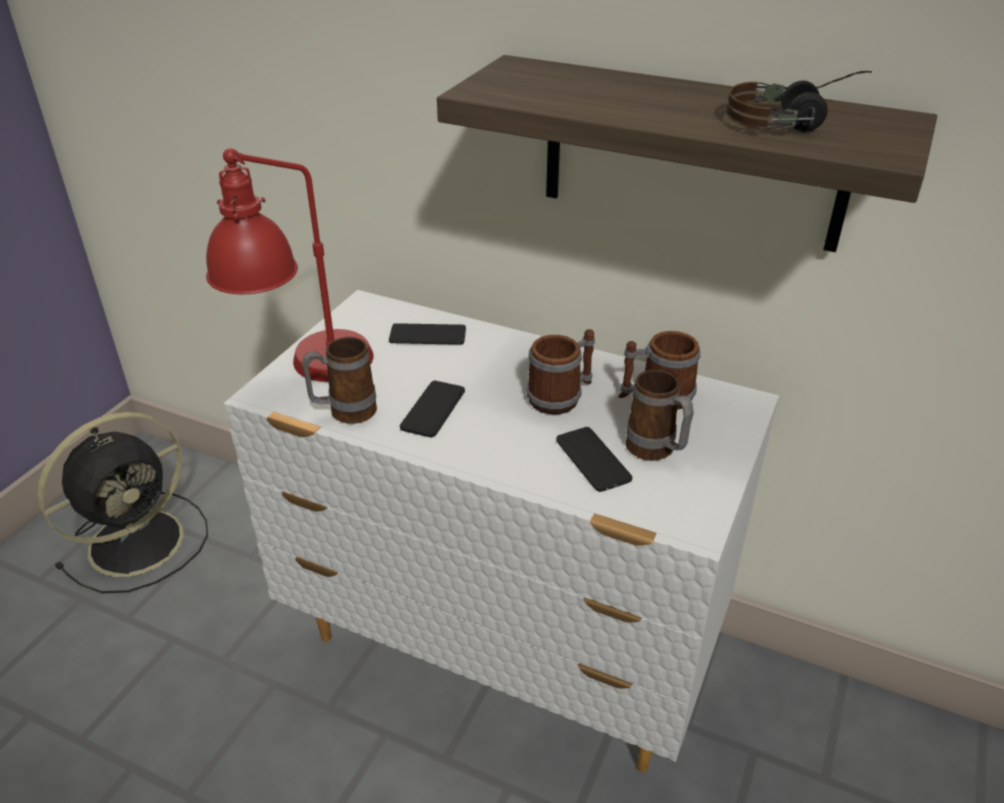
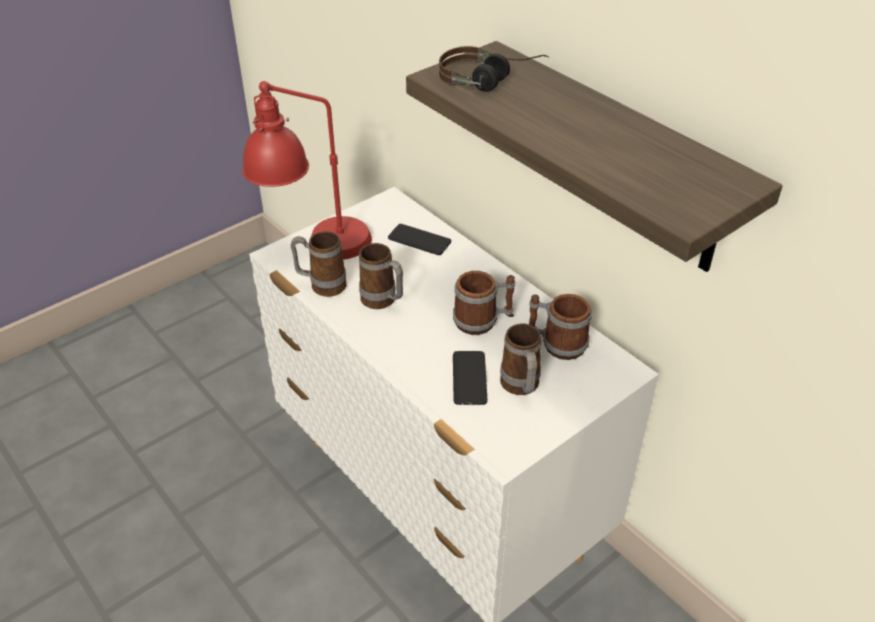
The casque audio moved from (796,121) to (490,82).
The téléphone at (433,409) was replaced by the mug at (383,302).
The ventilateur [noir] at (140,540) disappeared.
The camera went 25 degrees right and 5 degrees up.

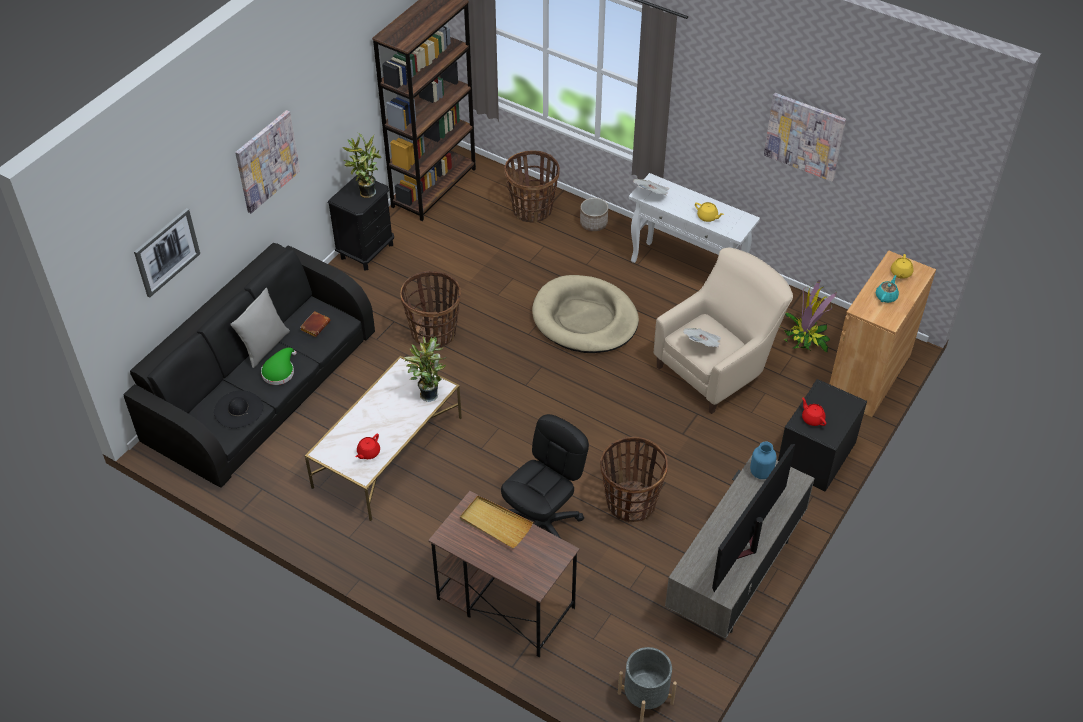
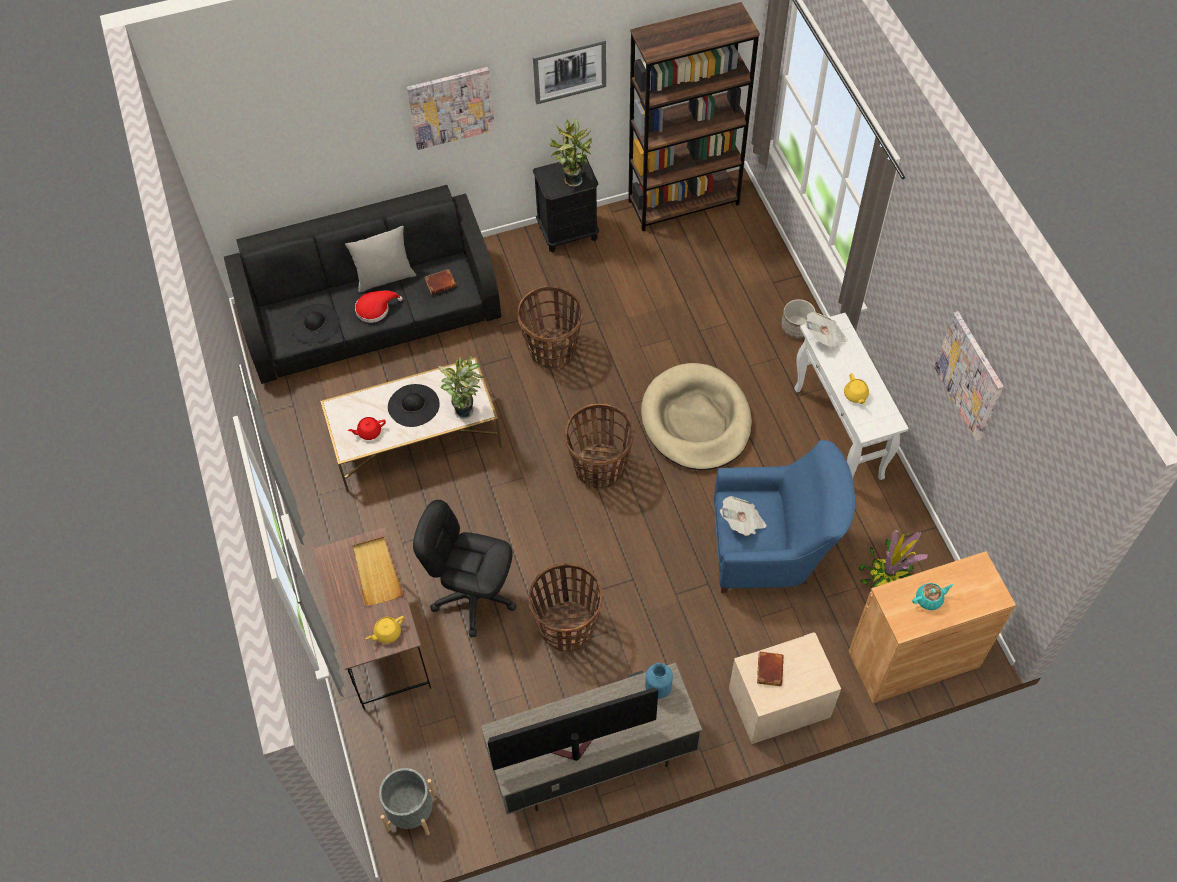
The panier moved from (532,209) to (600,468).
The tableau moved from (166,252) to (569,70).
The fauteuil [beige] at (718,367) became the fauteuil [bleu] at (772,551).
The théière [jaune] moved from (900,273) to (387,633).
The chapeau [vert] at (279,371) became the chapeau [rouge] at (375,309).
The table de chevet [noir] at (816,455) became the table de chevet [beige] at (778,702).
The théière [rouge] at (812,418) was replaced by the livre [marron] at (768,669).
The chaise de bureau [noir] at (543,527) turned 150 degrees counterclockwise.
The chapeau [noir] at (413,405) appeared.
The camera went 40 degrees right and 10 degrees up.

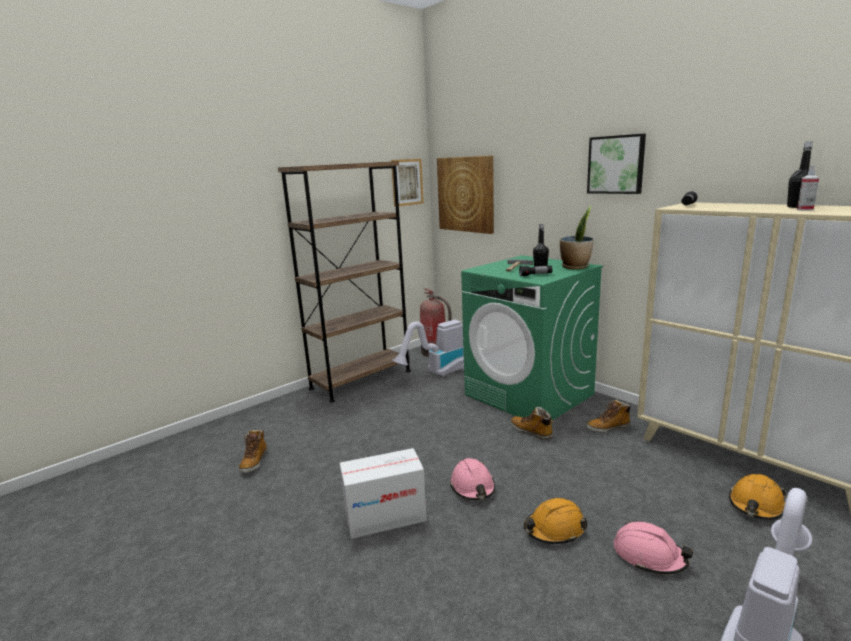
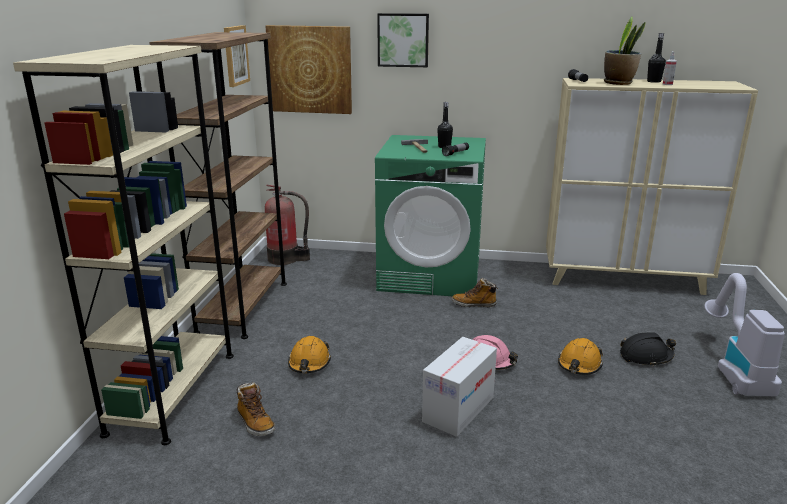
The tableau moved from (616,164) to (403,40).
The plante en pot moved from (575,267) to (618,83).
The aspirateur at (436,374) disappeared.
The botte at (608,428) disappeared.
The casque de chantier [orange] moved from (756,505) to (309,363).
The casque de chantier [rose] at (649,556) became the casque de chantier [noir] at (646,356).
The bibliothèque [beige] at (173,392) appeared.
The camera went 40 degrees left and 5 degrees up.

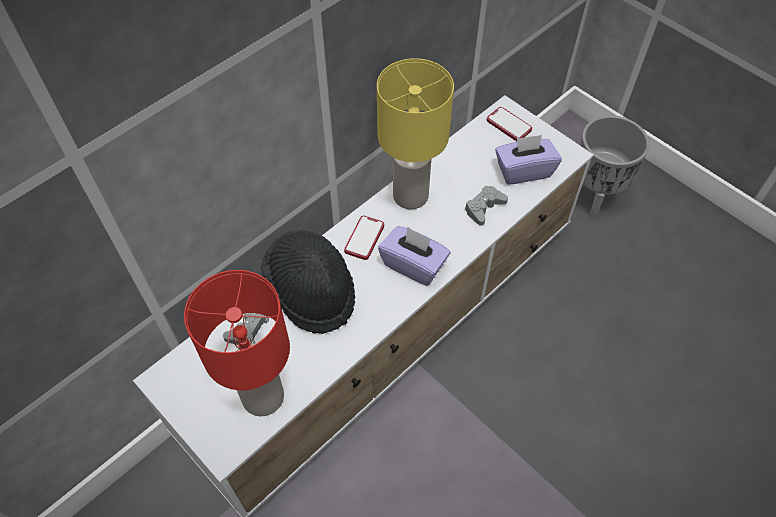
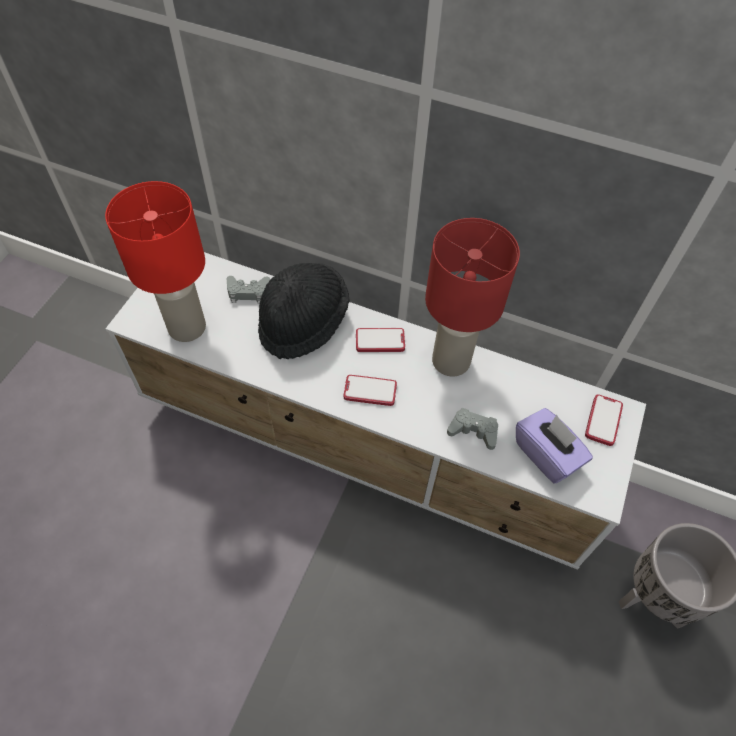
The lampe de table [jaune] at (409,196) became the lampe de table [rouge] at (450,360).
The boîte à mouchoirs [violet] at (414,265) was replaced by the téléphone at (370,391).
The camera went 65 degrees right and 0 degrees up.

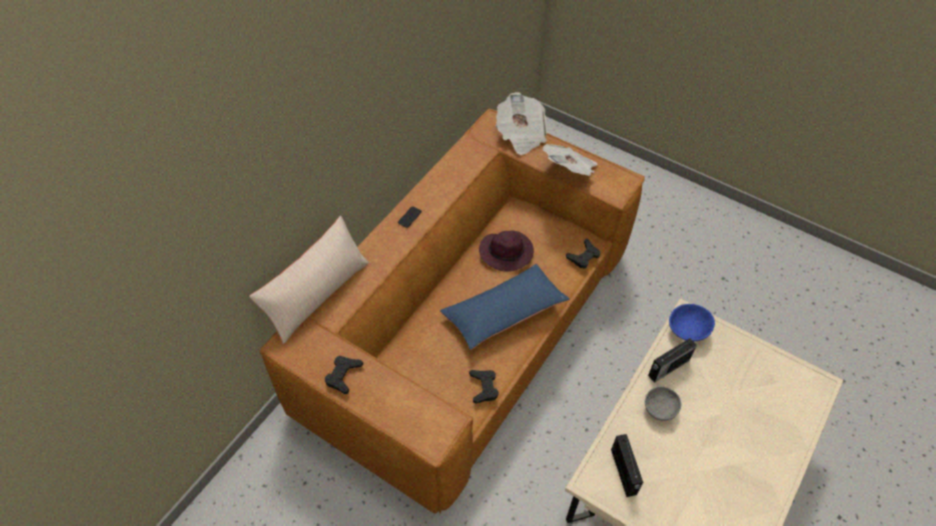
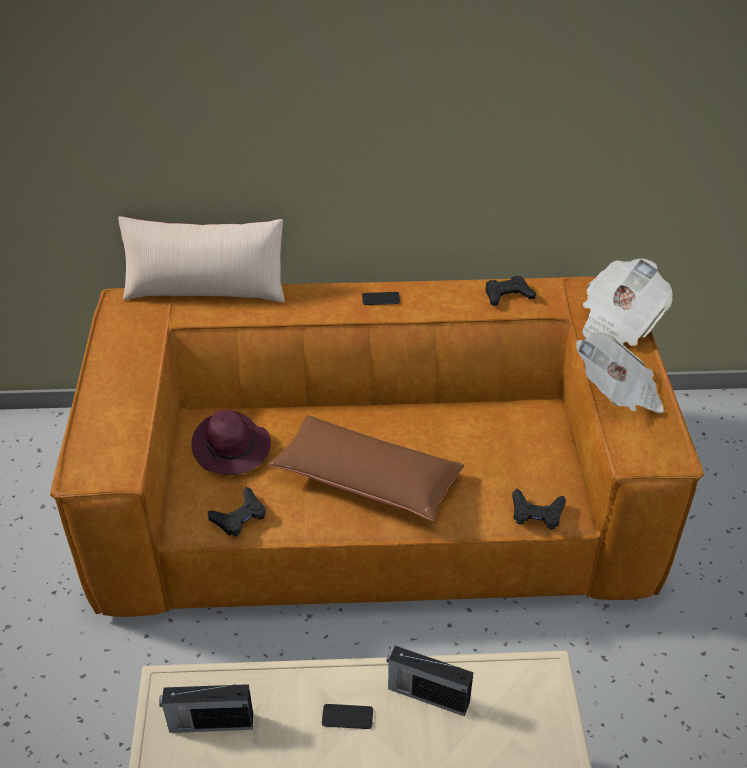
The chapeau [violet] moved from (507,252) to (232,448).
The coussin [bleu] at (504,312) became the coussin [marron] at (367,479).
The bol [bleu] at (688,330) disappeared.
The manette [noir] moved from (343,375) to (508,295).
The bol [gris] at (659,409) was replaced by the téléphone at (347,717).
The radio at (623,473) turned 45 degrees clockwise.
The camera went 55 degrees right and 10 degrees down.

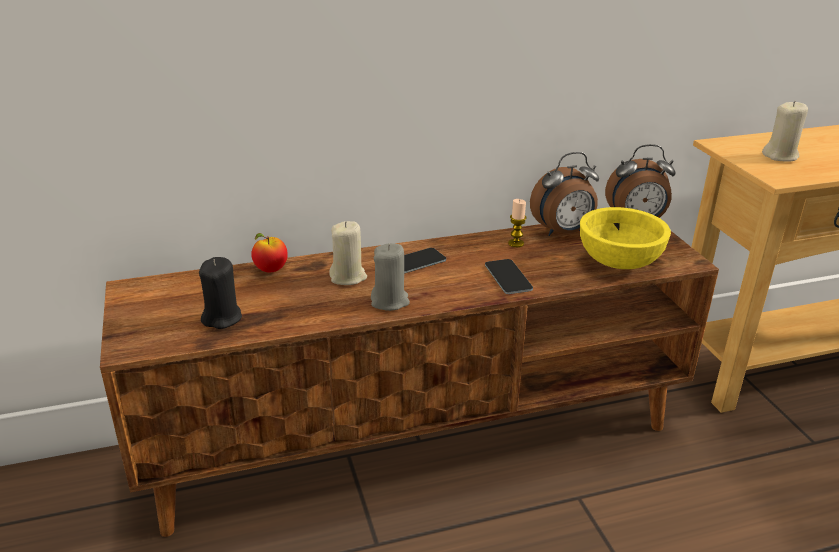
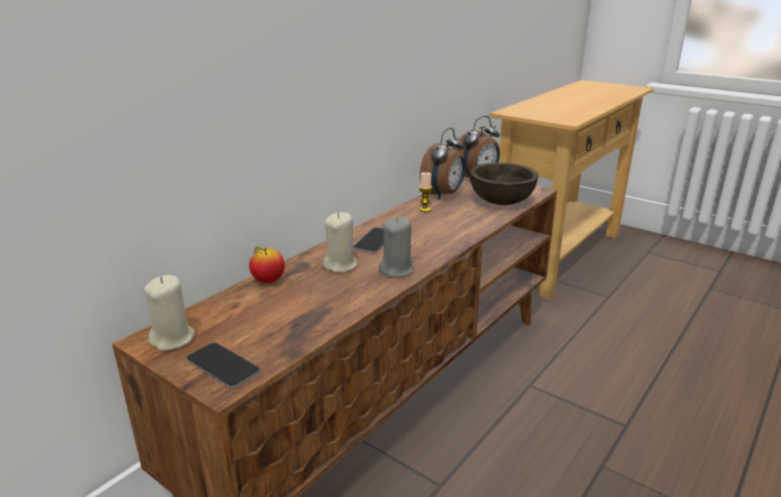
The bougie [beige] moved from (780,156) to (173,339).
The bol [jaune] at (619,261) became the bol [marron] at (501,201).
The bougie [noir] at (222,318) disappeared.
The téléphone moved from (508,277) to (223,365).
The camera went 35 degrees left and 5 degrees down.

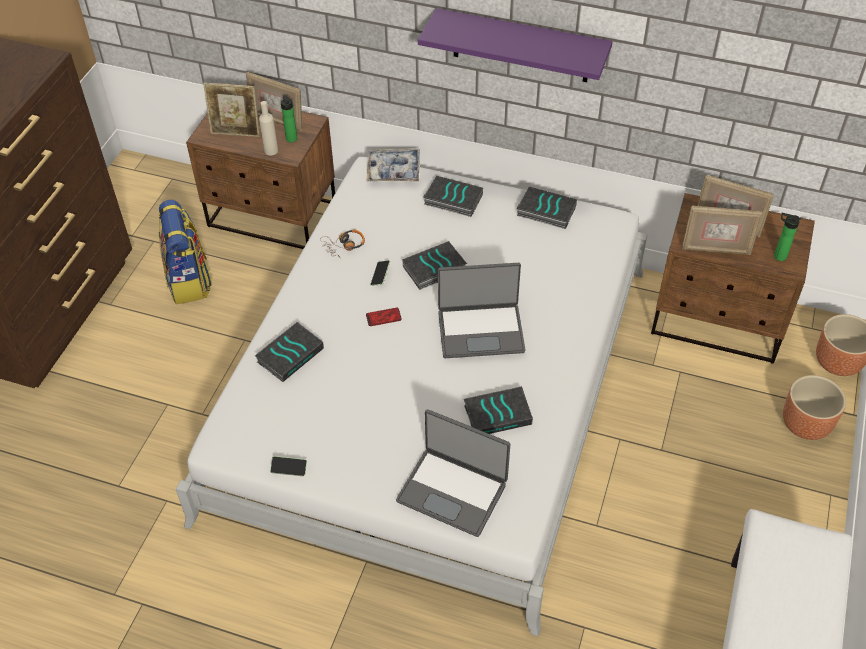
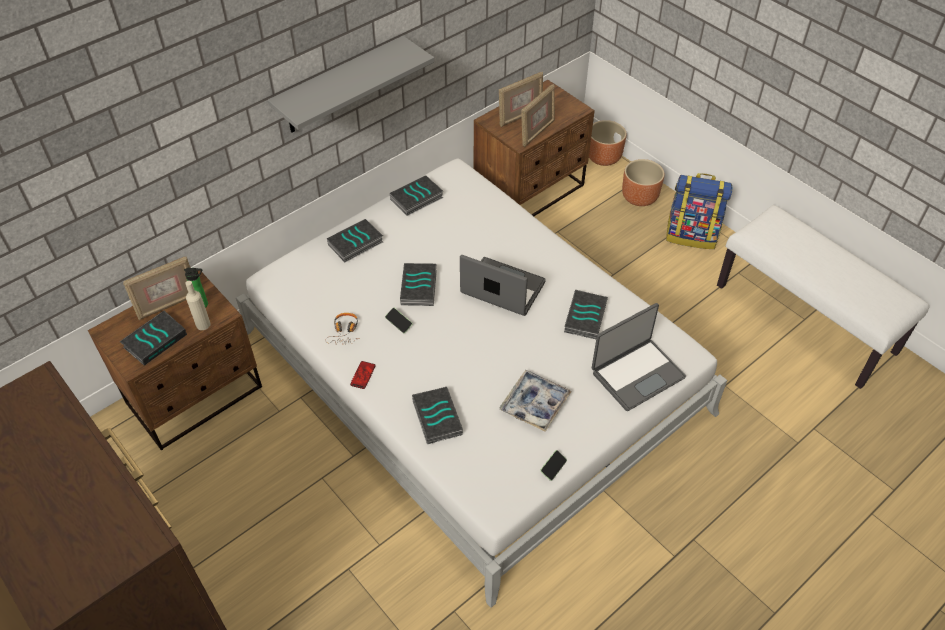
The étagère [violet] at (521,46) became the étagère [gris] at (340,86).
The cadre photo at (236,133) was replaced by the livre at (155,340).
The plateau moved from (394,170) to (535,404).
The sac à dos moved from (189,281) to (692,235).
The bouteille at (778,256) disappeared.
The ordinateur portable at (481,330) turned 90 degrees counterclockwise.
The téléphone moved from (383,317) to (363,375).
The camera went 60 degrees left and 0 degrees up.

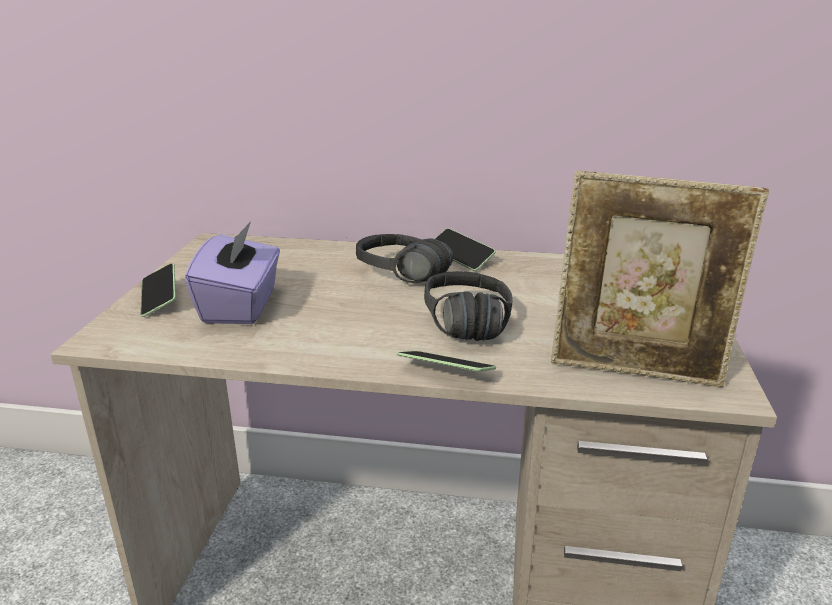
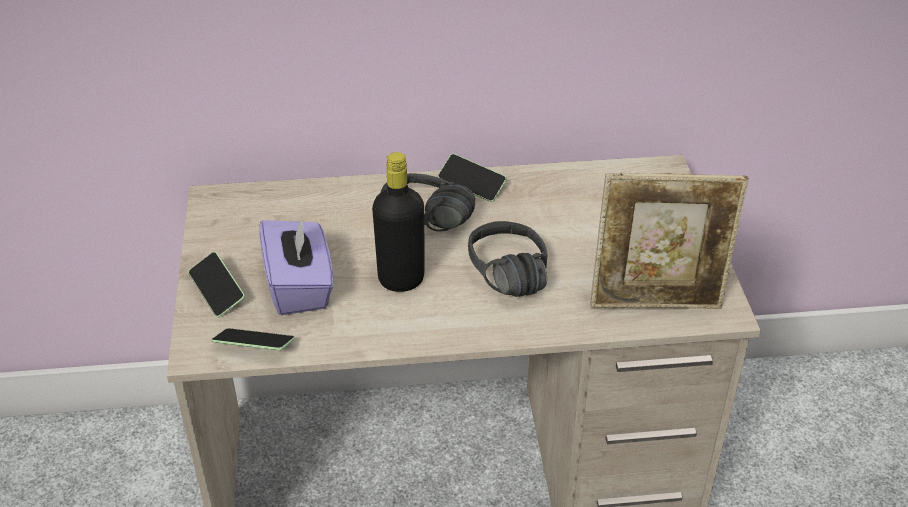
The téléphone moved from (445,372) to (254,347).
The bouteille [noir] at (401,279) appeared.
The camera went 15 degrees left and 15 degrees up.

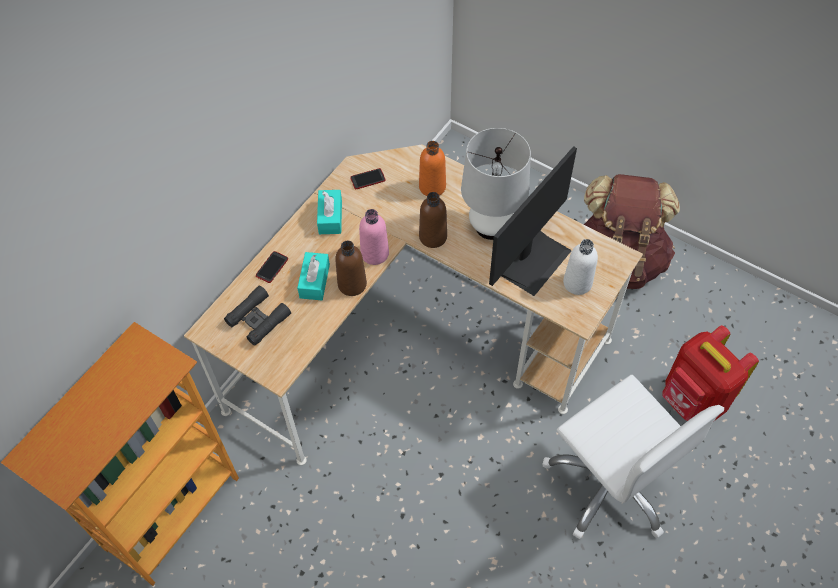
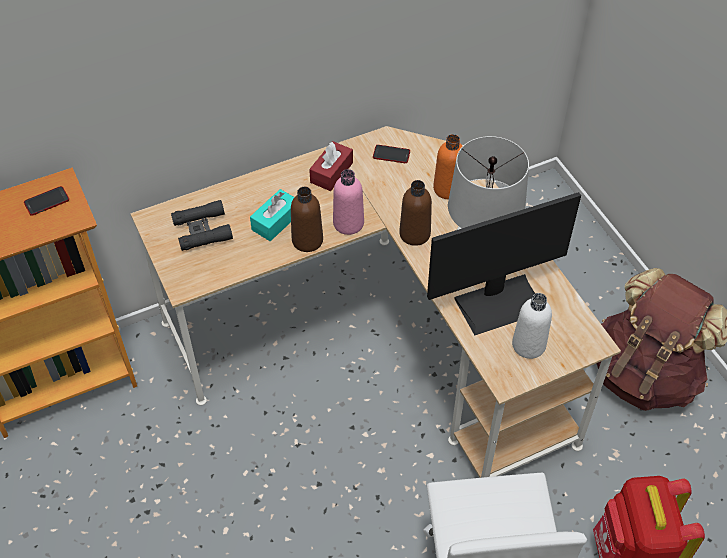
The boîte à mouchoirs [turquoise] at (330,217) became the boîte à mouchoirs [rouge] at (331,172).
The téléphone moved from (272,267) to (46,201).
The camera went 30 degrees right and 5 degrees down.

